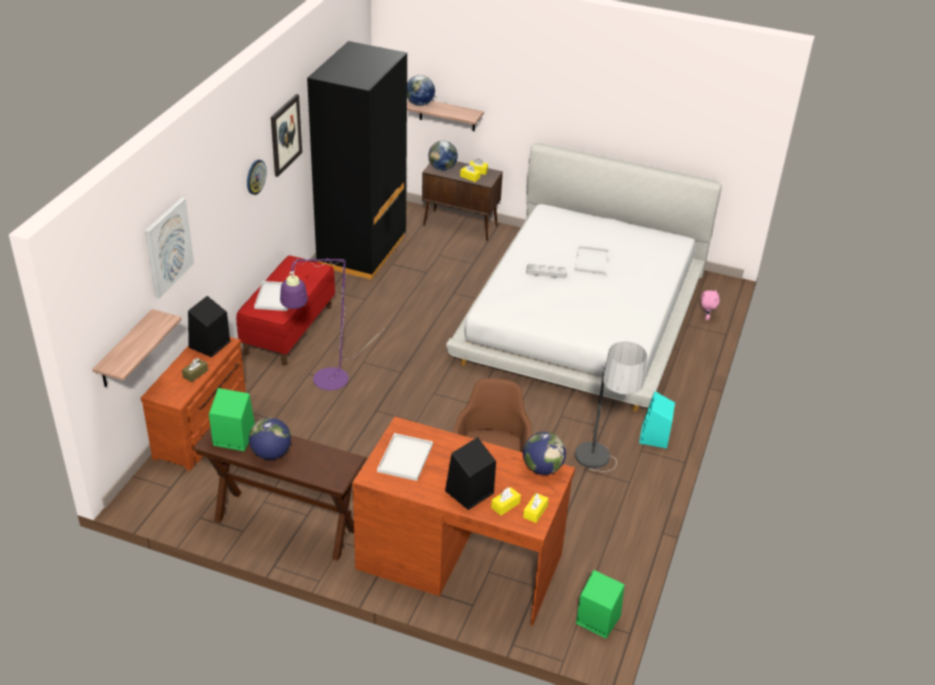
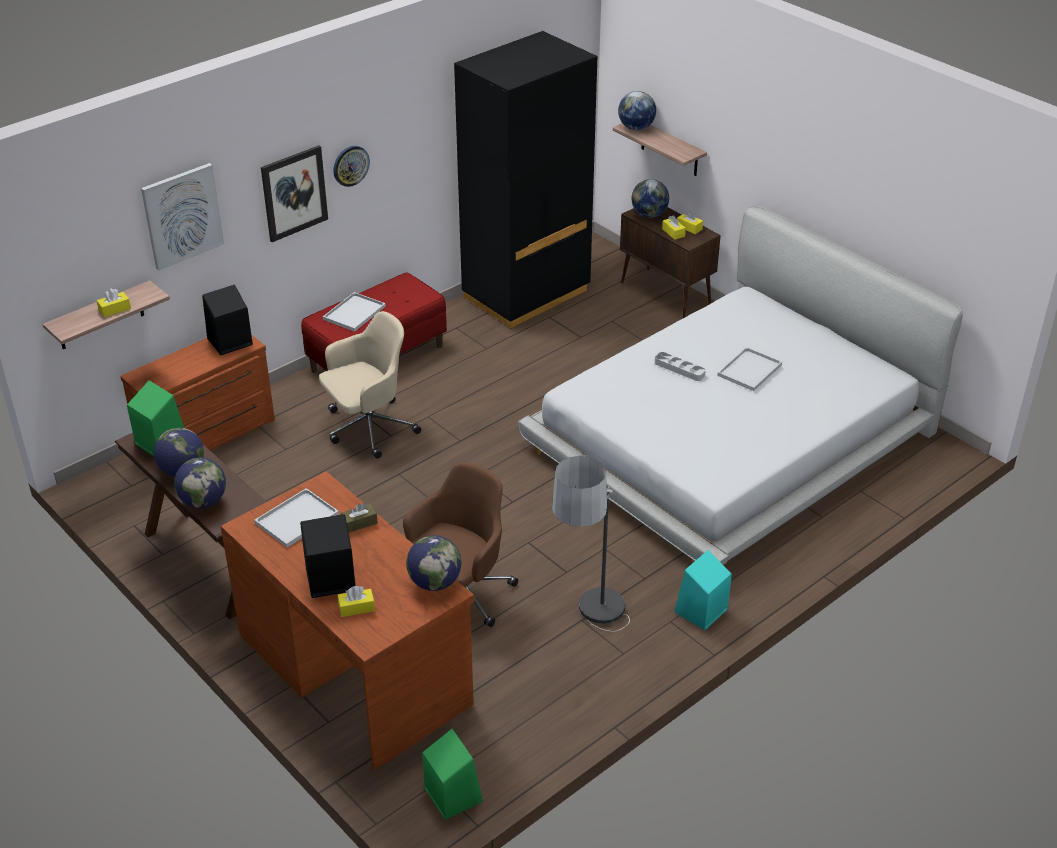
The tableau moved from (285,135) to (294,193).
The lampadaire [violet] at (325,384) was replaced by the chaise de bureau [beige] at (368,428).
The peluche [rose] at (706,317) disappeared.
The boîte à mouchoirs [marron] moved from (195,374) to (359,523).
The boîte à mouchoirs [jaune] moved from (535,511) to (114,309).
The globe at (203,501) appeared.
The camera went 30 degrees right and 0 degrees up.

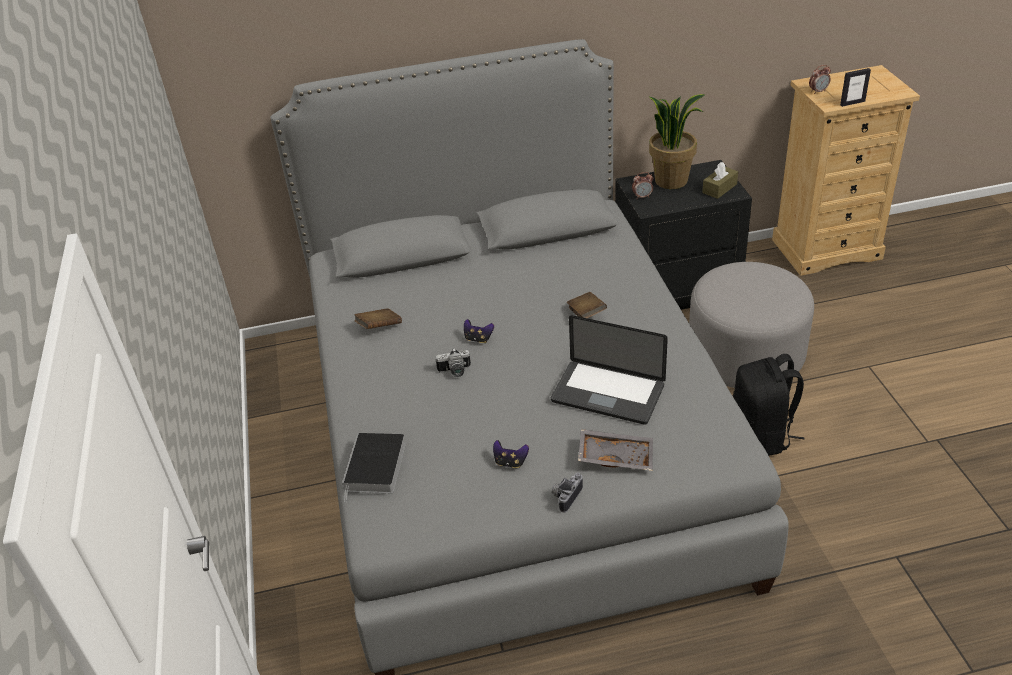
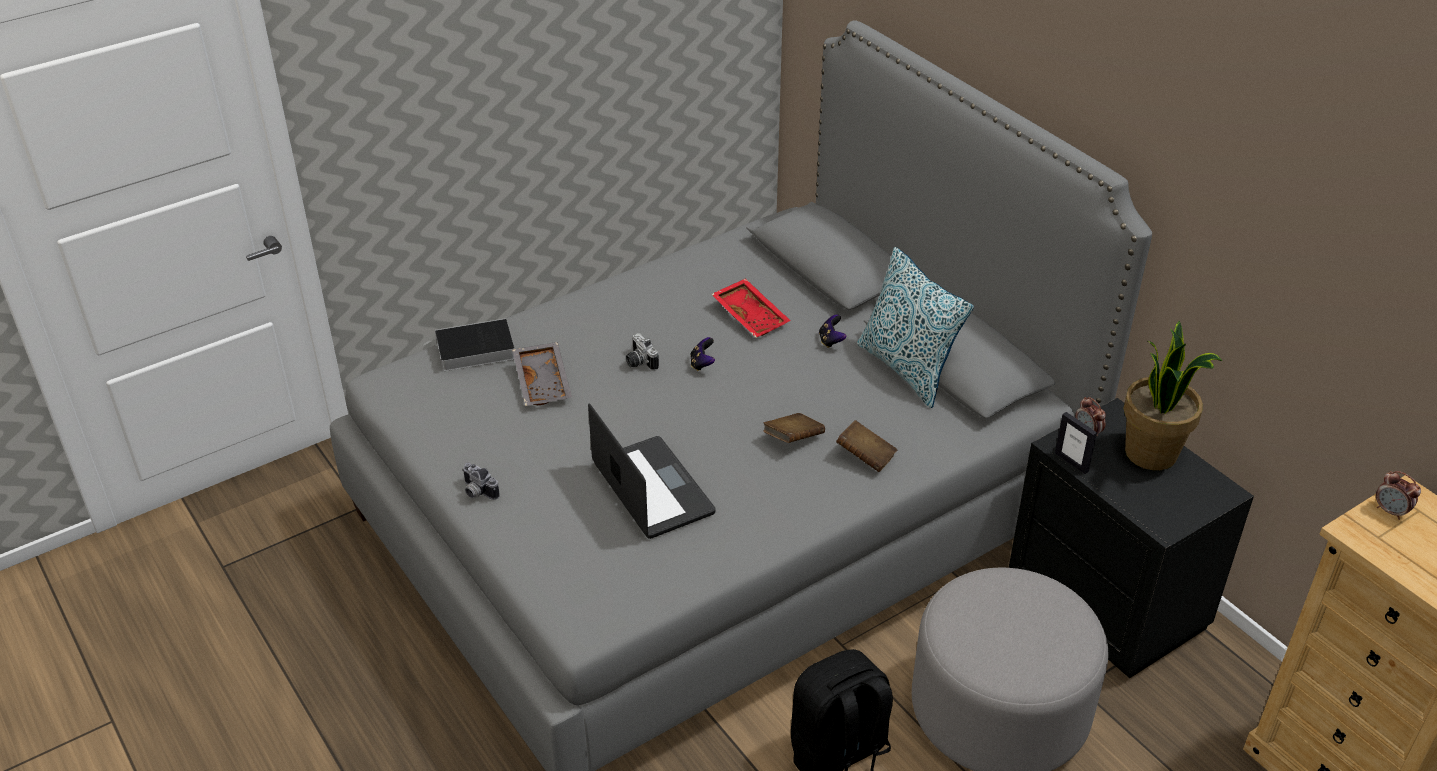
The cadre photo moved from (852,103) to (1071,462).
The boîte à mouchoirs [marron] at (719,188) disappeared.
The livre [marron] moved from (379,327) to (865,457).
The ordinateur portable at (607,393) turned 150 degrees clockwise.
The plateau [gris] moved from (616,456) to (544,382).
The manette moved from (510,462) to (831,341).
The appareil photo at (565,496) turned 150 degrees counterclockwise.
The coussin at (907,369) appeared.
The plateau [rouge] at (751,316) appeared.
The camera went 65 degrees right and 0 degrees up.

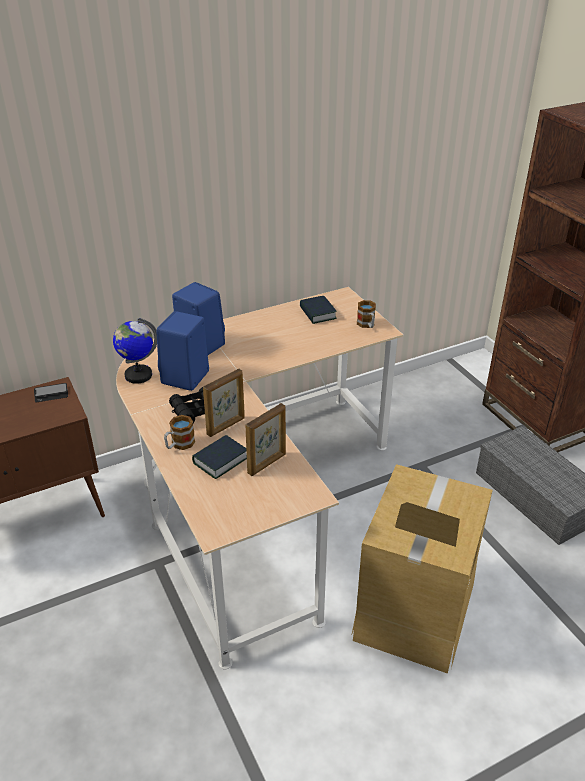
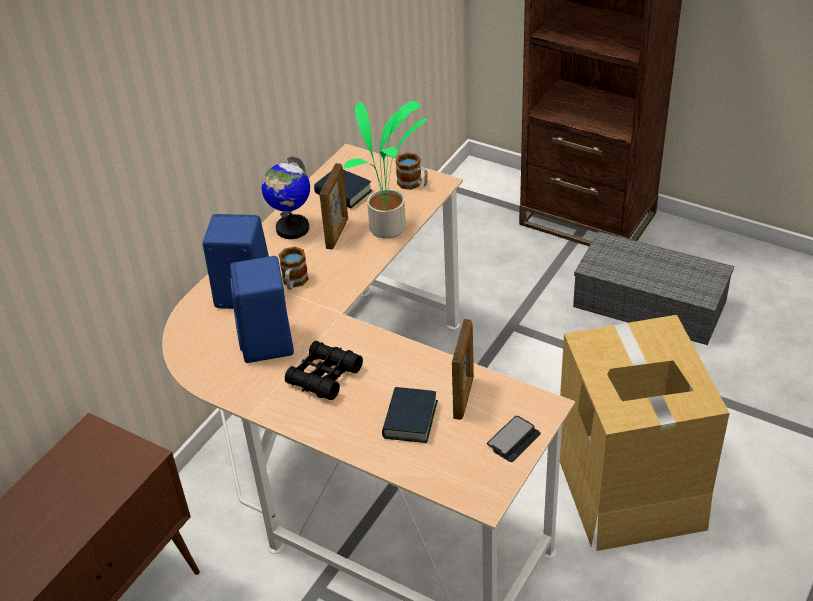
The globe moved from (138,375) to (292,228).
The cadre photo moved from (226,426) to (337,233).
The téléphone moved from (51,393) to (514,440).
The mug moved from (179,444) to (294,282).
The plante en pot at (390,229) appeared.
The camera went 30 degrees left and 5 degrees up.

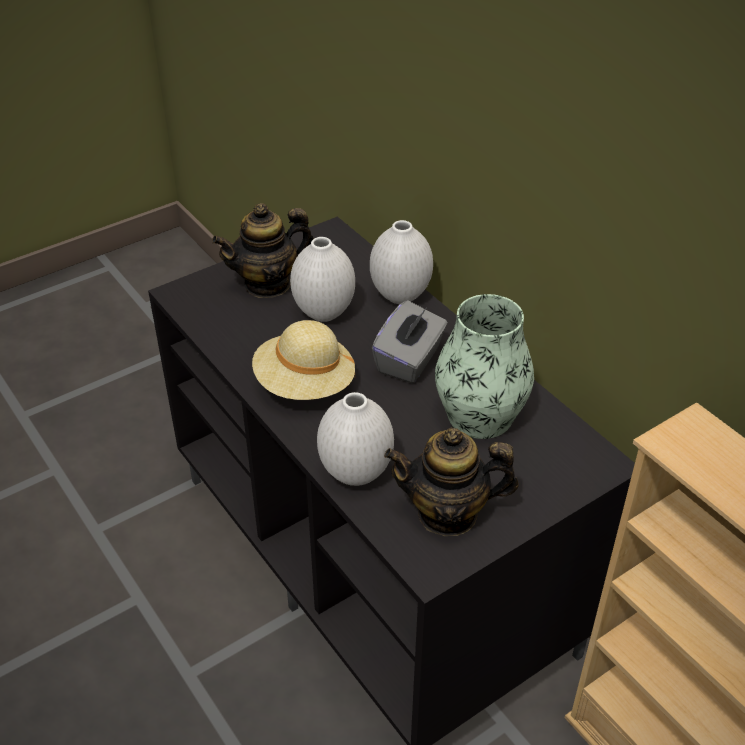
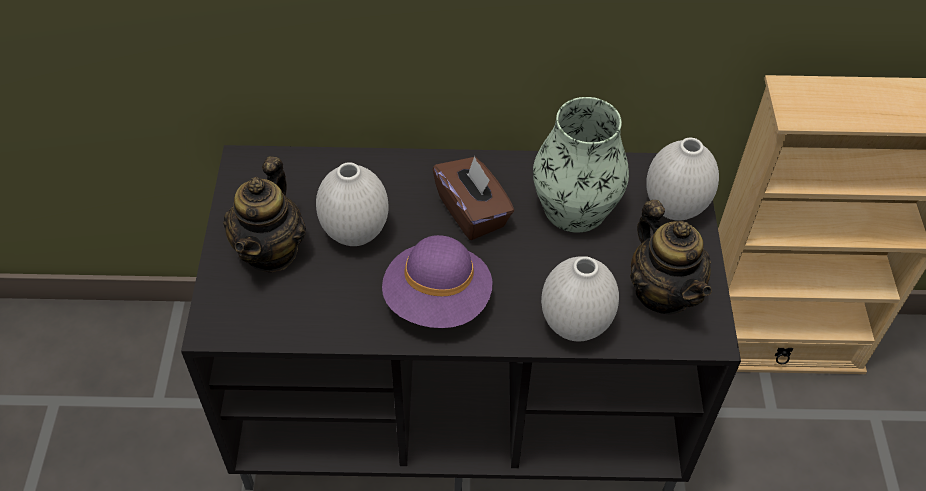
The vase [blanc] moved from (399,296) to (674,209).
The boîte à mouchoirs [gris] at (410,360) became the boîte à mouchoirs [marron] at (472,212).
The chapeau [beige] at (304,384) became the chapeau [violet] at (438,300).
The théière at (448,513) turned 60 degrees counterclockwise.
The camera went 55 degrees left and 10 degrees up.

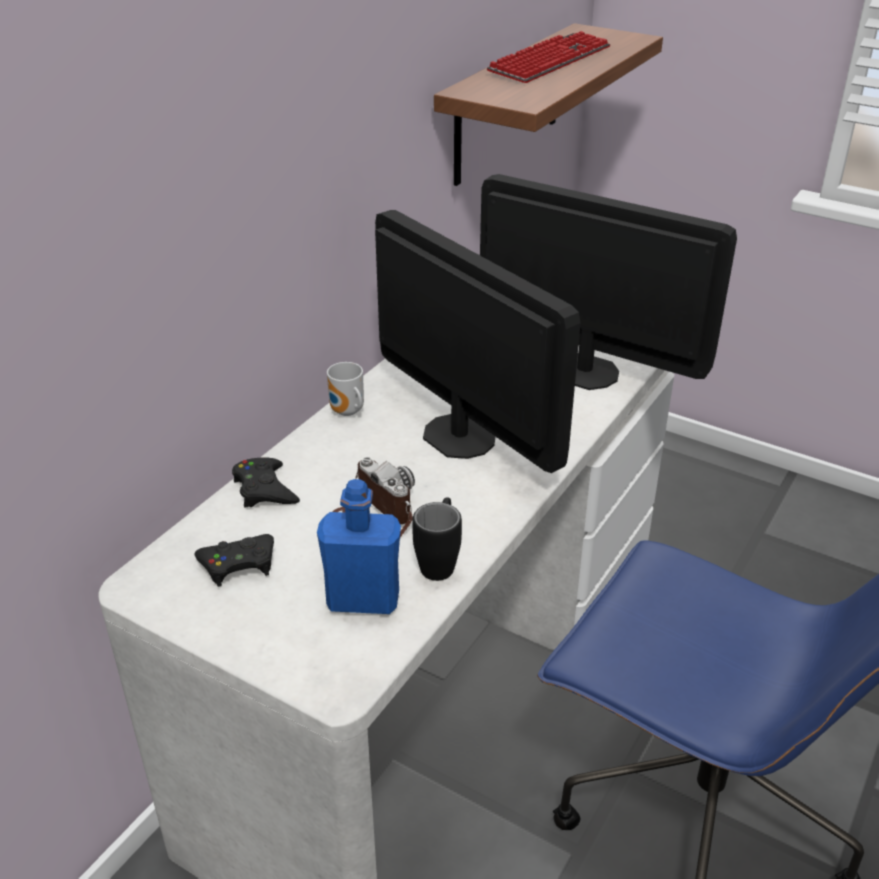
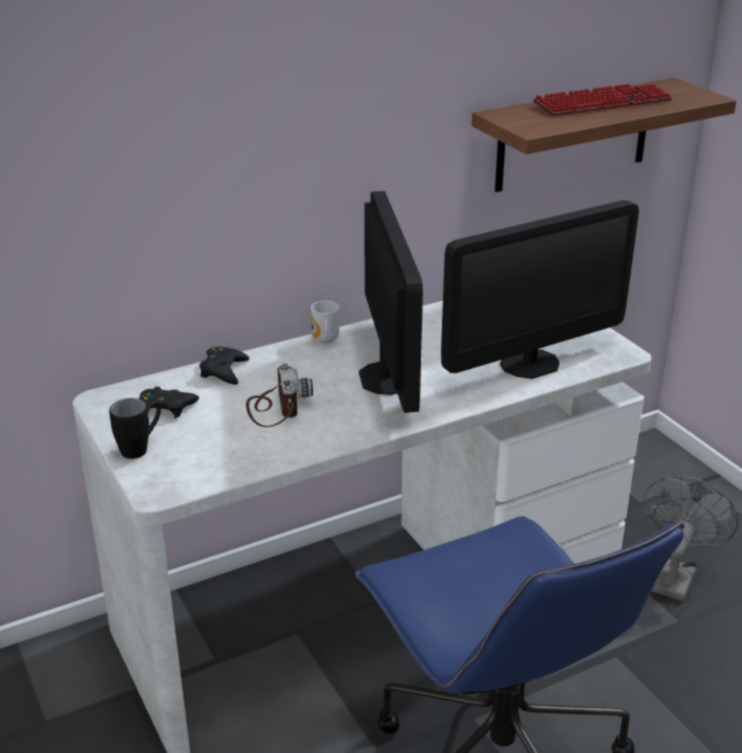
The écran d'ordinateur at (584,371) turned 90 degrees clockwise.
The bouteille [bleu] at (363,600) disappeared.
The mug [noir] moved from (440,561) to (141,447).
The ventilateur [gris] at (675,575) appeared.
The camera went 30 degrees right and 5 degrees down.

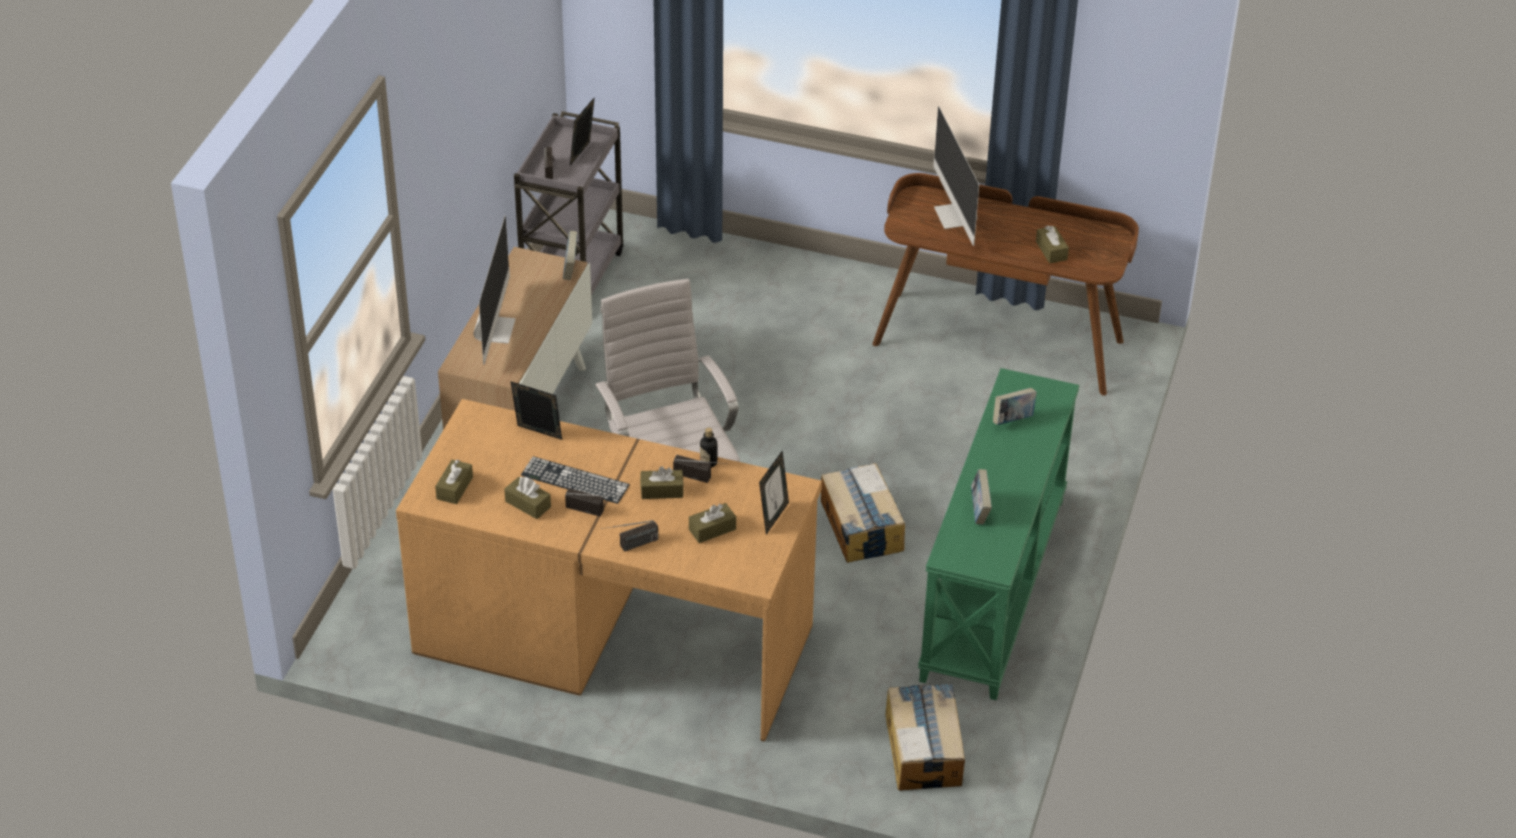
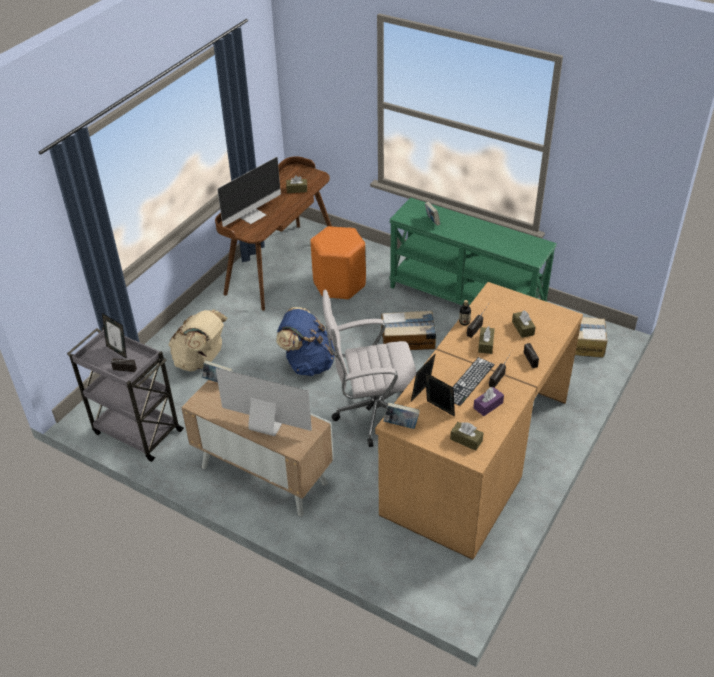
The écran d'ordinateur at (955,216) turned 45 degrees counterclockwise.
The cadre photo moved from (773,517) to (439,410).
The livre moved from (979,510) to (401,424).
The boîte à mouchoirs [marron] at (528,504) became the boîte à mouchoirs [violet] at (488,405).
The tabouret [orange] at (339,284) appeared.
The sac à dos [bleu] at (308,363) appeared.
The sac à dos [beige] at (201,360) appeared.
The camera went 75 degrees left and 0 degrees up.

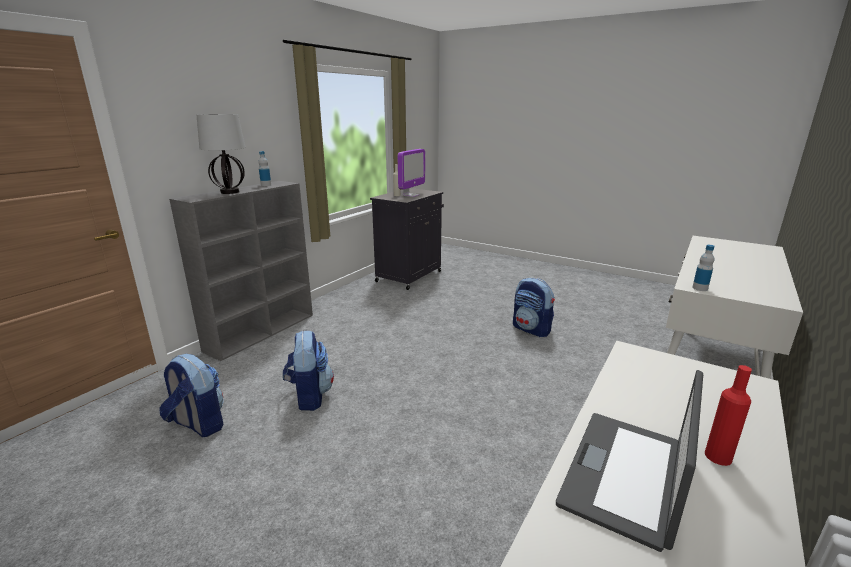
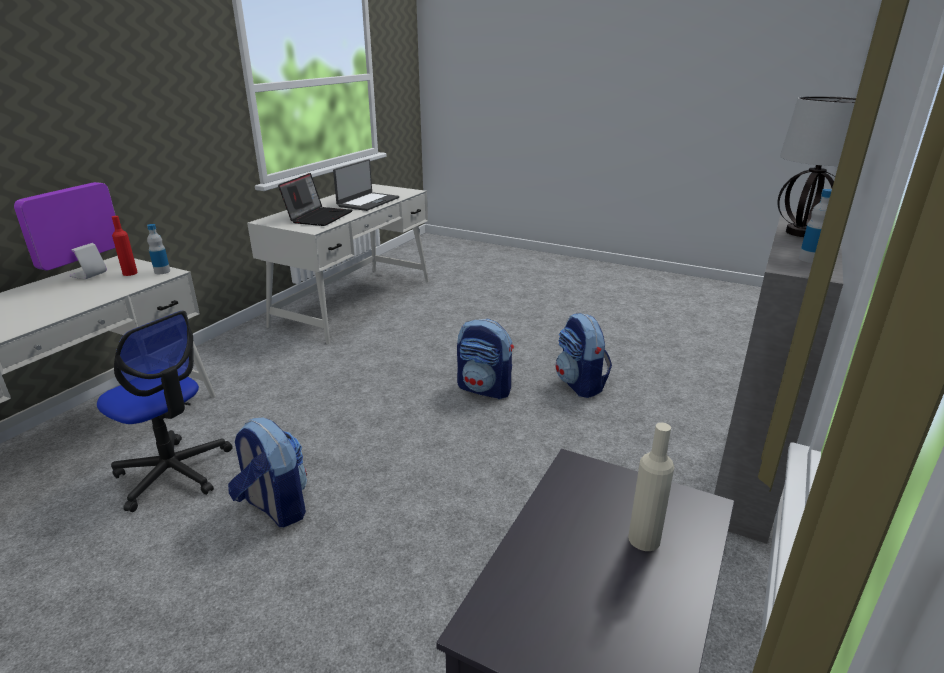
The écran d'ordinateur moved from (411,195) to (89,274).
The sac à dos moved from (198,424) to (485,389).
The bouteille [rouge] moved from (718,456) to (130,273).
The ordinateur portable at (319,217) appeared.
The chaise de bureau at (174,473) appeared.
The camera went 175 degrees right and 5 degrees up.

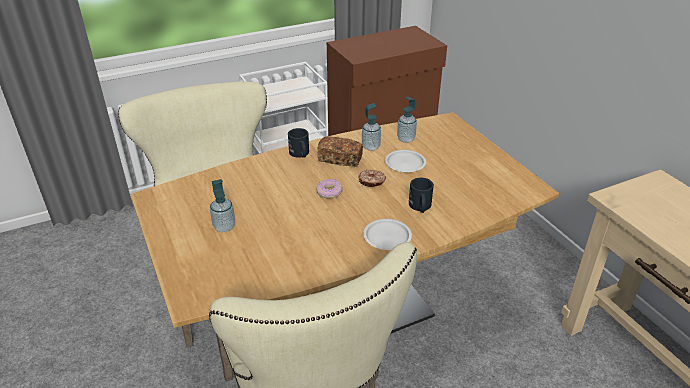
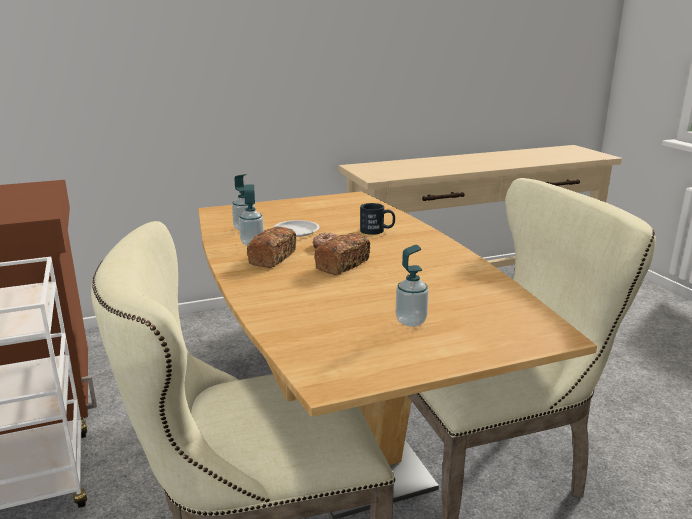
The mug [noir] at (300,154) disappeared.
The beignet at (329,192) was replaced by the pain at (342,265).
The assiette [blanc] at (387,237) disappeared.
The camera went 85 degrees left and 15 degrees down.

